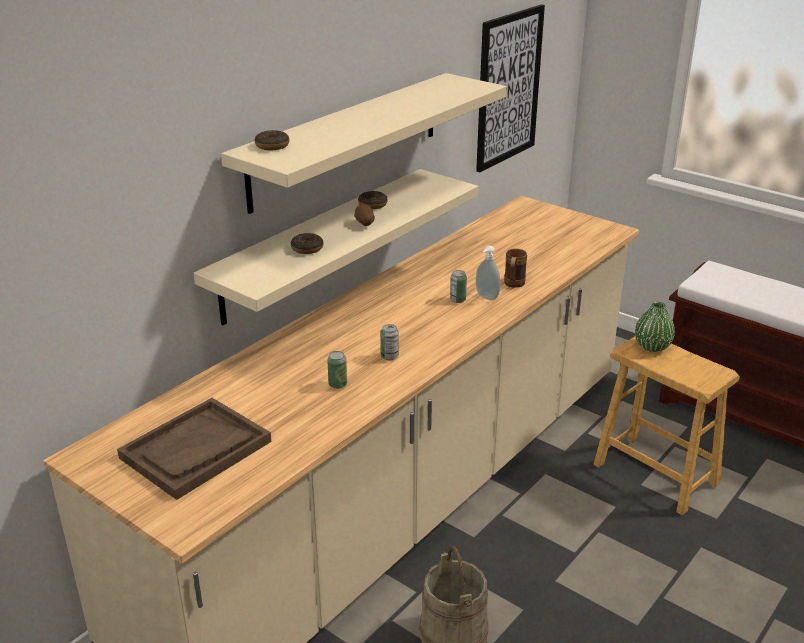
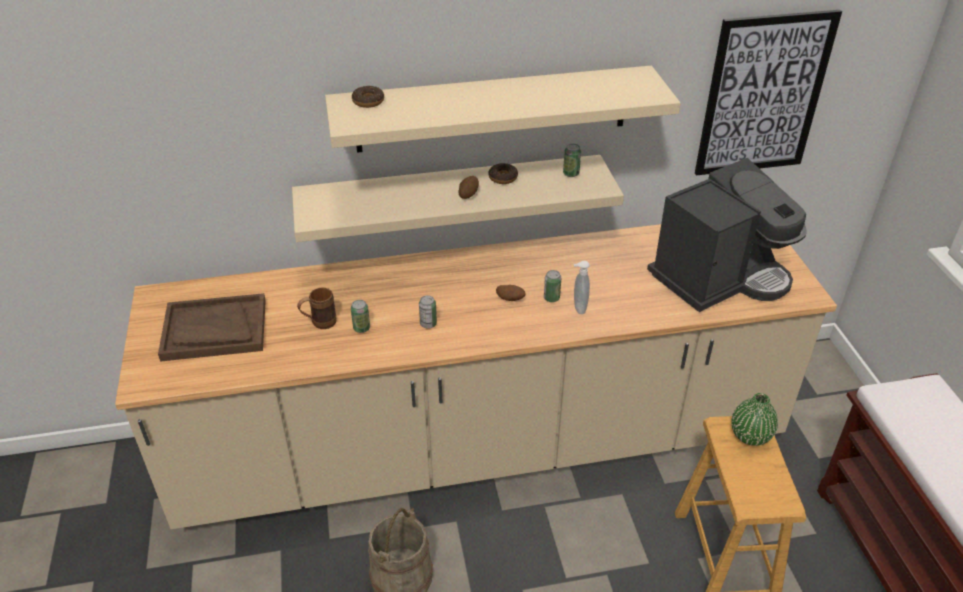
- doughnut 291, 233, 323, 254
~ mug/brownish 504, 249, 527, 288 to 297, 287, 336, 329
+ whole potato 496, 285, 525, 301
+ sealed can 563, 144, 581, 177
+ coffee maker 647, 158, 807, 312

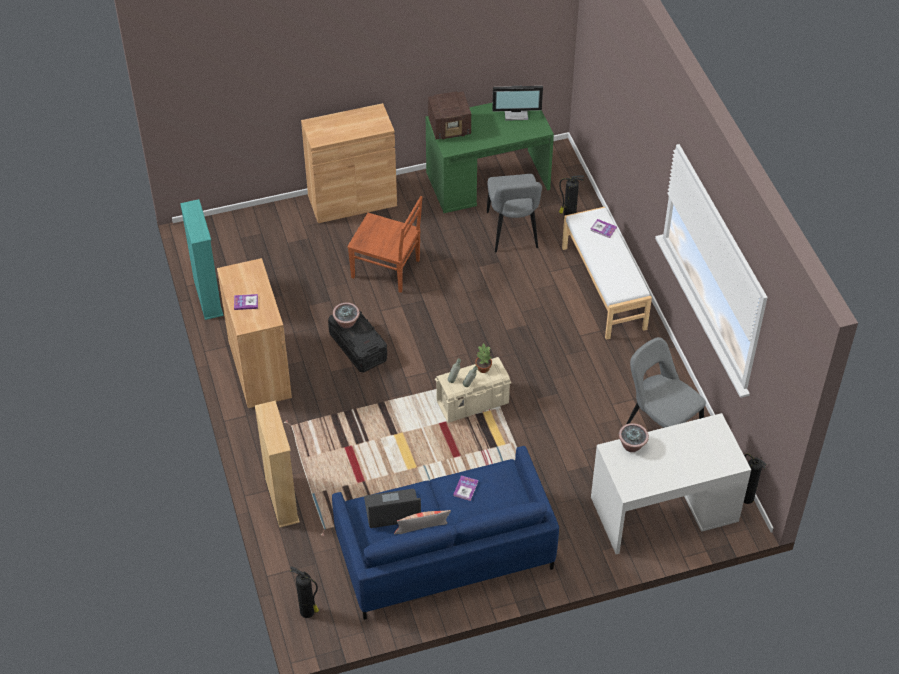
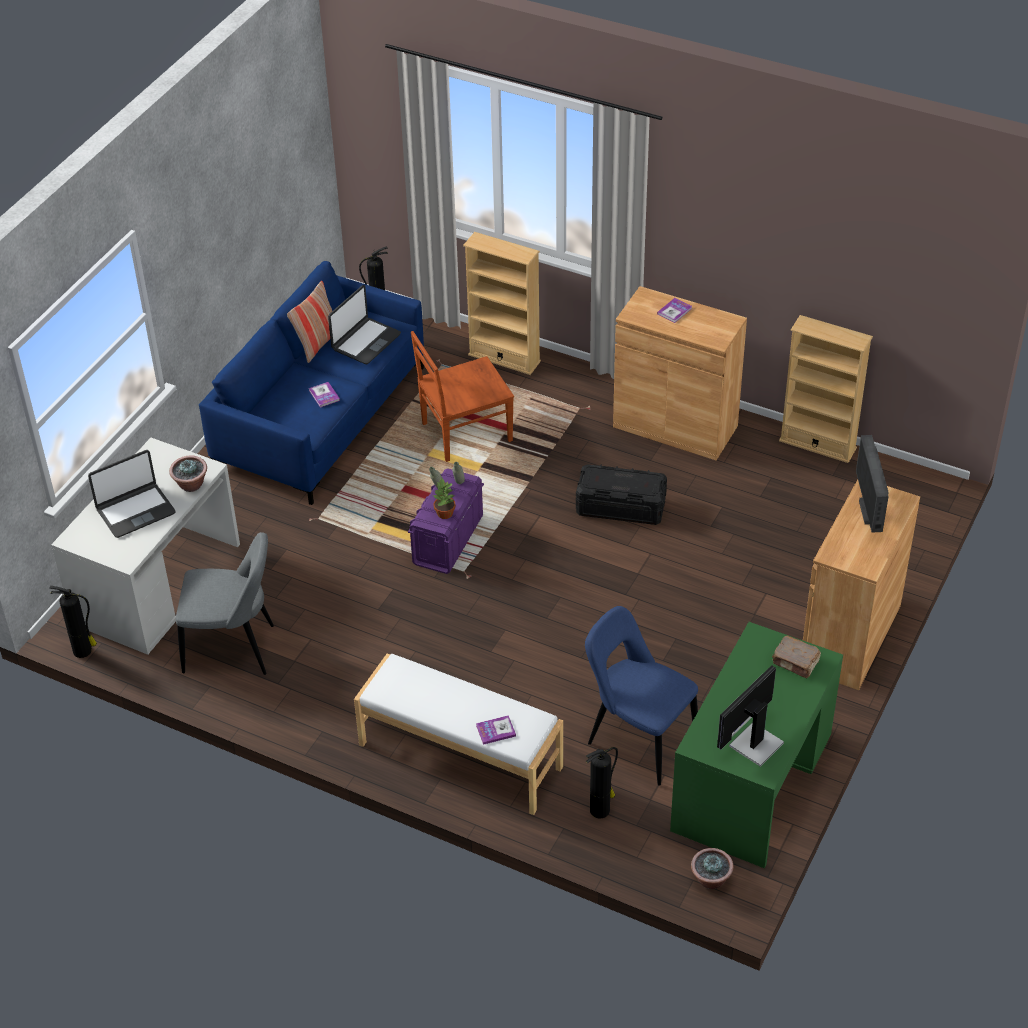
~ bookcase/blue-green 180, 199, 224, 320 to bookcase/beige-coloured 779, 315, 873, 463
~ houseplant 333, 303, 360, 329 to 691, 848, 734, 889
~ plain chair/brownish 347, 196, 422, 293 to 411, 331, 514, 462
~ radio 428, 91, 471, 140 to book/brownish 772, 636, 821, 679
~ storage container/beige-coloured 435, 357, 511, 423 to storage container/purple 408, 468, 484, 574
~ plain chair/grey 487, 174, 542, 253 to plain chair/blue 585, 606, 698, 786
+ notebook computer 88, 450, 175, 538
+ computer display 856, 435, 889, 533

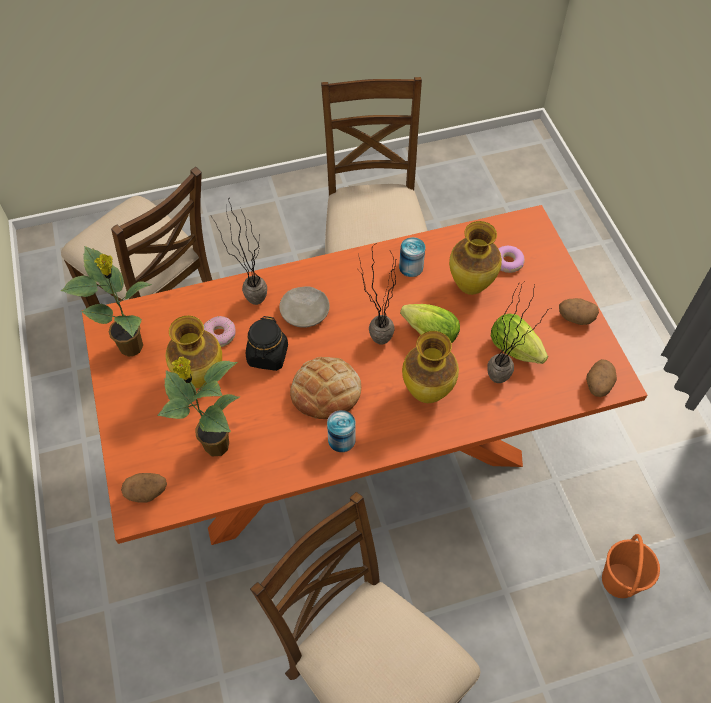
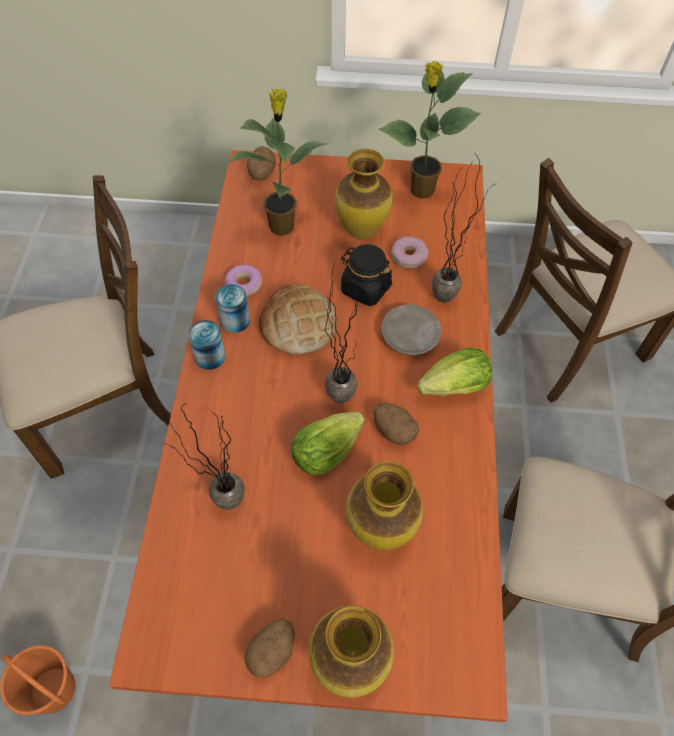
~ sealed can 399, 237, 425, 277 to 188, 320, 226, 370
~ vase 402, 331, 459, 403 to 309, 606, 394, 698
~ lettuce 491, 313, 548, 364 to 417, 348, 492, 396
~ doughnut 498, 246, 525, 273 to 225, 265, 263, 297
~ whole potato 586, 359, 617, 397 to 374, 403, 420, 445

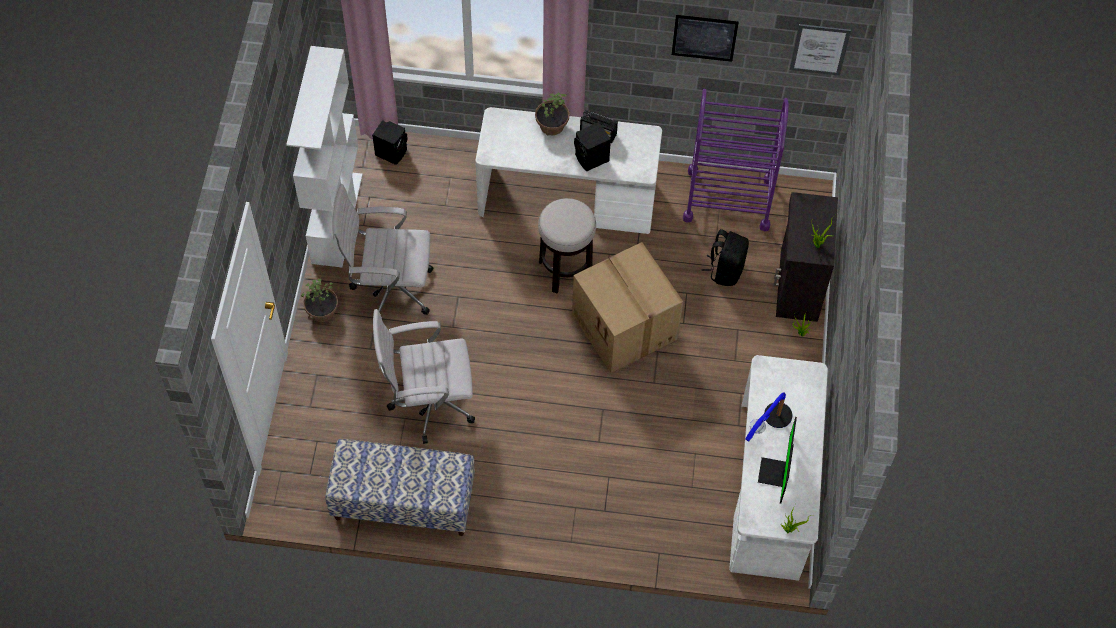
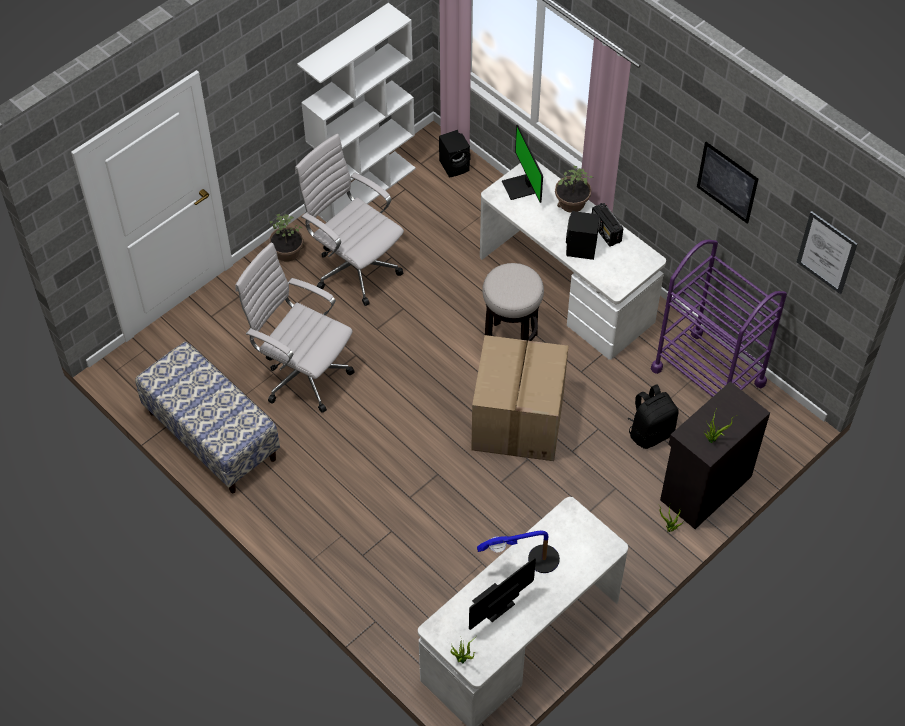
+ computer display 502, 125, 543, 203

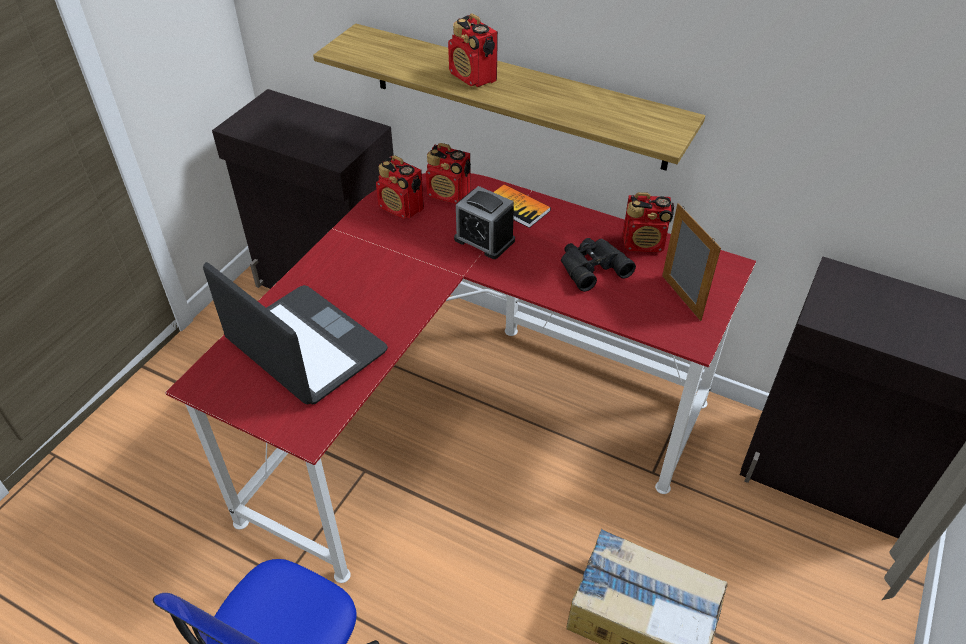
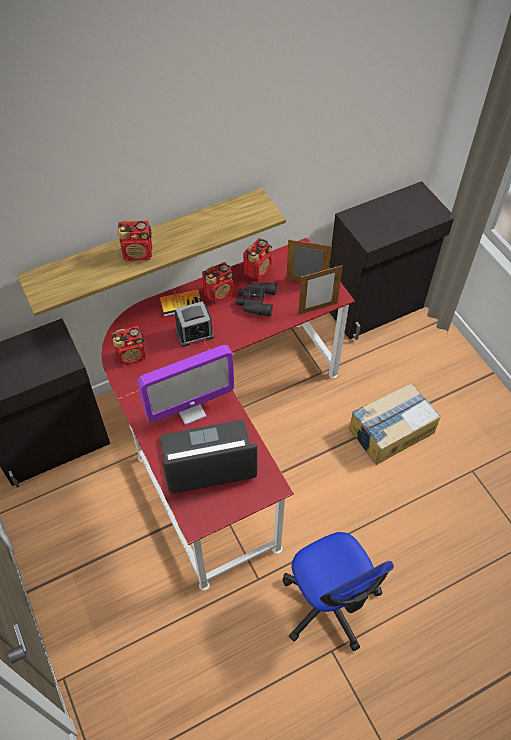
~ radio 426, 143, 471, 204 to 202, 262, 234, 303
+ computer display 137, 345, 234, 425
+ photo frame 298, 265, 343, 315

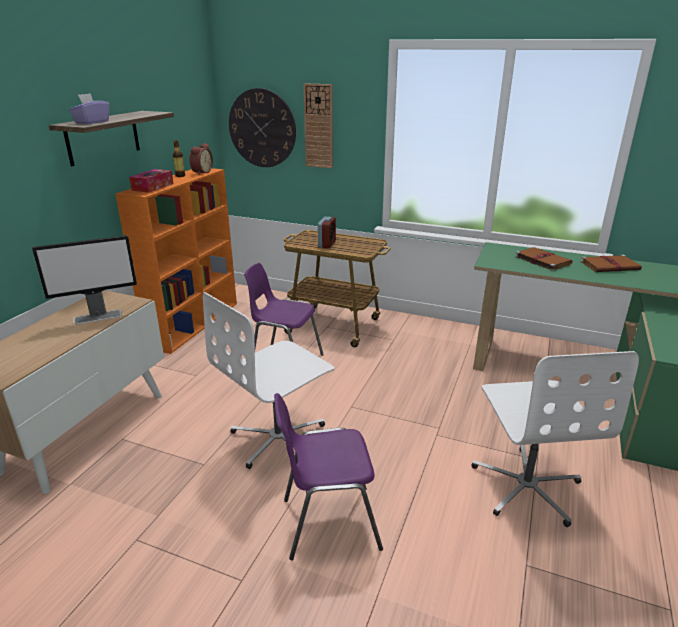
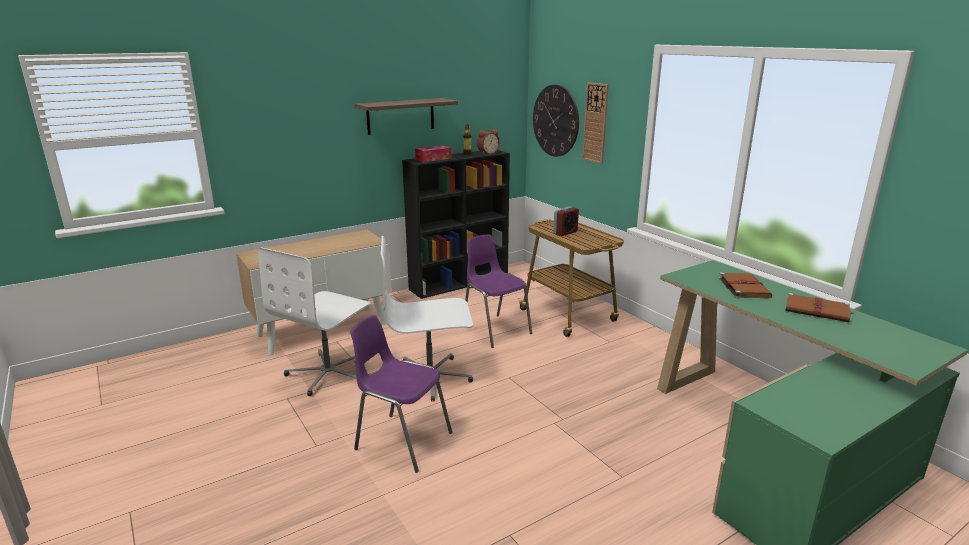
- computer display 32, 235, 137, 324
- tissue box/purple 69, 93, 110, 124
~ bookcase/orangey 115, 168, 237, 354 to bookcase/blackish 402, 150, 510, 299
~ office chair/white-coloured 471, 351, 639, 527 to 258, 247, 371, 396

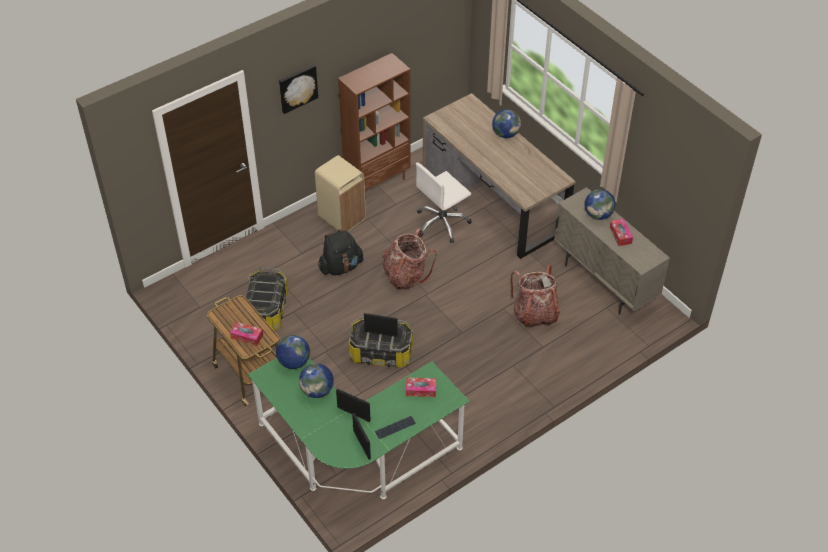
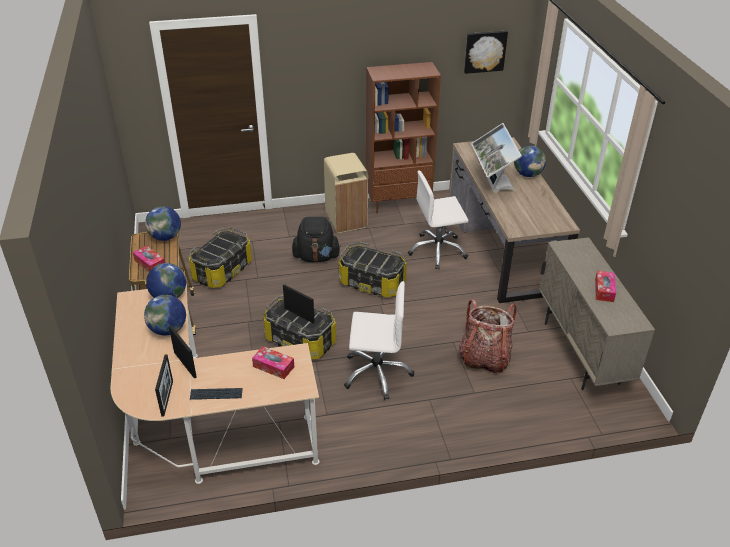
~ desk table/green-coloured 248, 358, 469, 499 to desk table/beige-coloured 111, 284, 320, 484
~ picture 279, 65, 318, 114 to 464, 31, 508, 74
~ rucksack 382, 228, 436, 290 to storage container 339, 242, 407, 298
~ globe 584, 189, 616, 220 to 145, 206, 181, 241
+ office chair/white-coloured 344, 281, 414, 400
+ computer display 471, 123, 522, 193

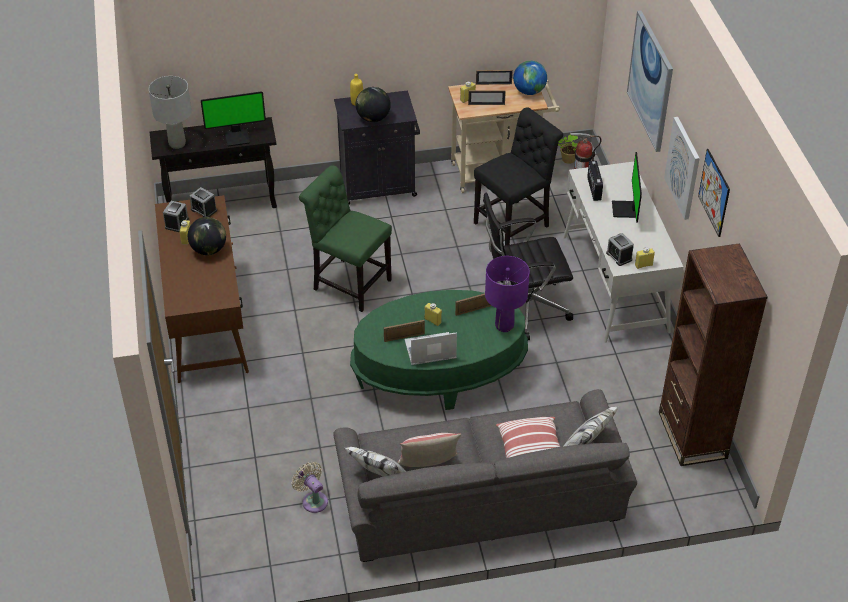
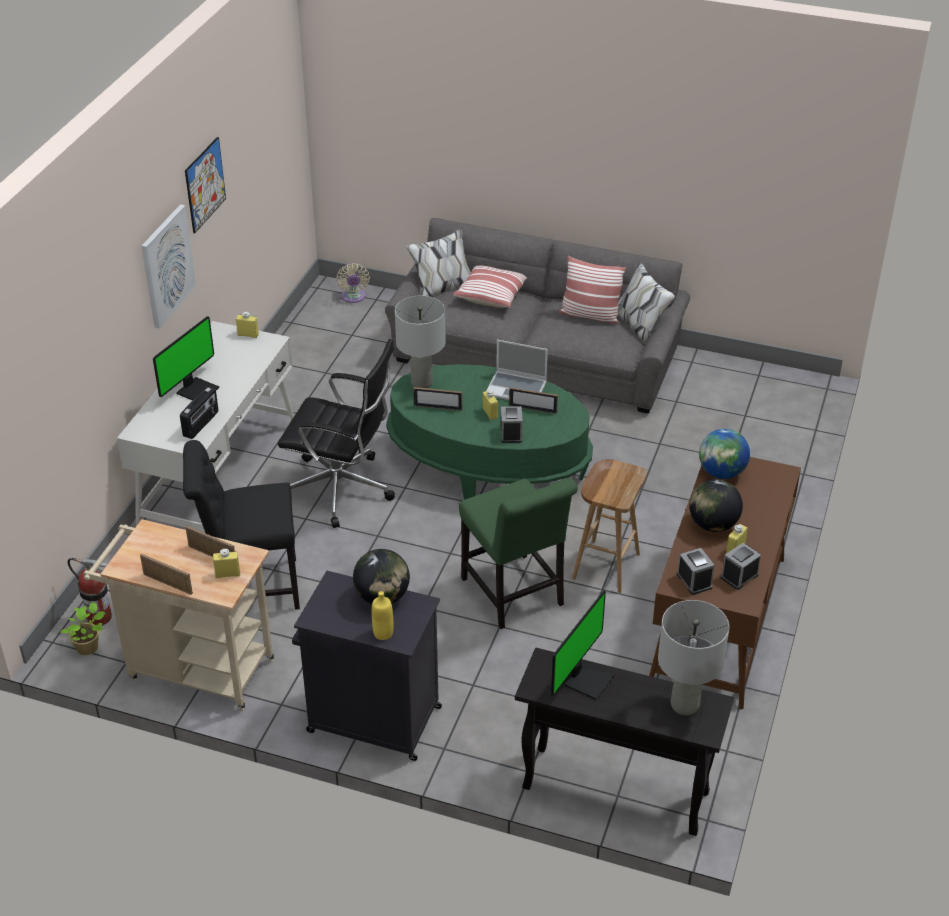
~ computer display 201, 91, 266, 147 = 551, 591, 615, 700 105 degrees clockwise
~ electric fan/beige-coloured 292, 462, 328, 513 to 336, 263, 370, 303
~ lamp for a table/purple 485, 256, 530, 332 to lamp for a table/grey 395, 296, 446, 388
~ globe 513, 61, 547, 95 to 699, 429, 750, 479
~ table clock 606, 233, 634, 266 to 501, 406, 523, 443
- picture 627, 10, 673, 152
- bookcase/brownish 659, 243, 768, 466
+ stool/brownish 572, 459, 647, 593

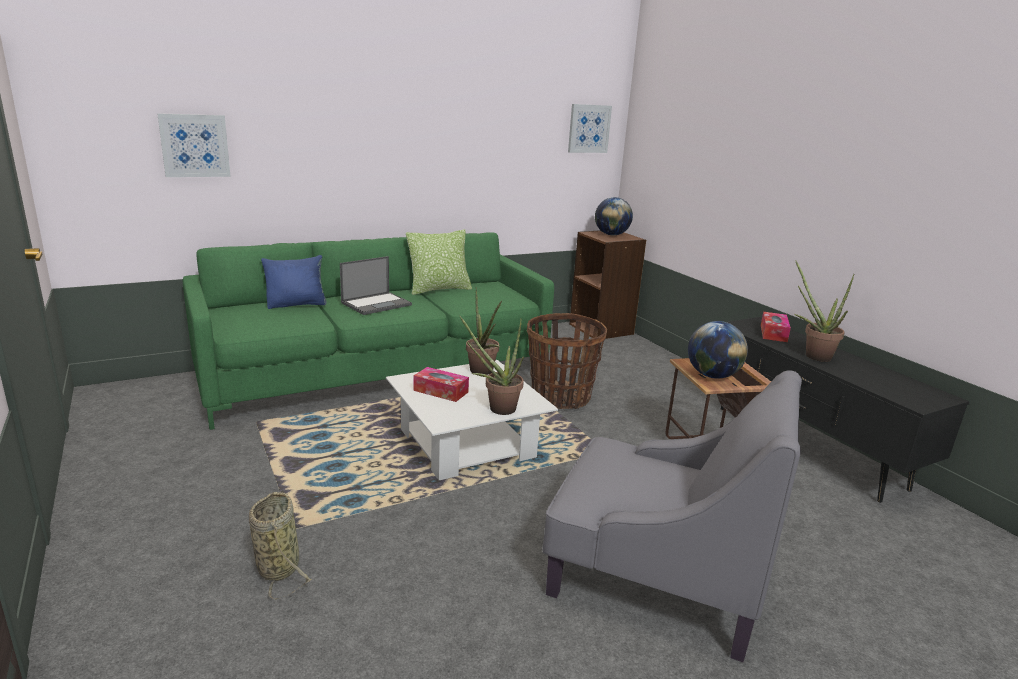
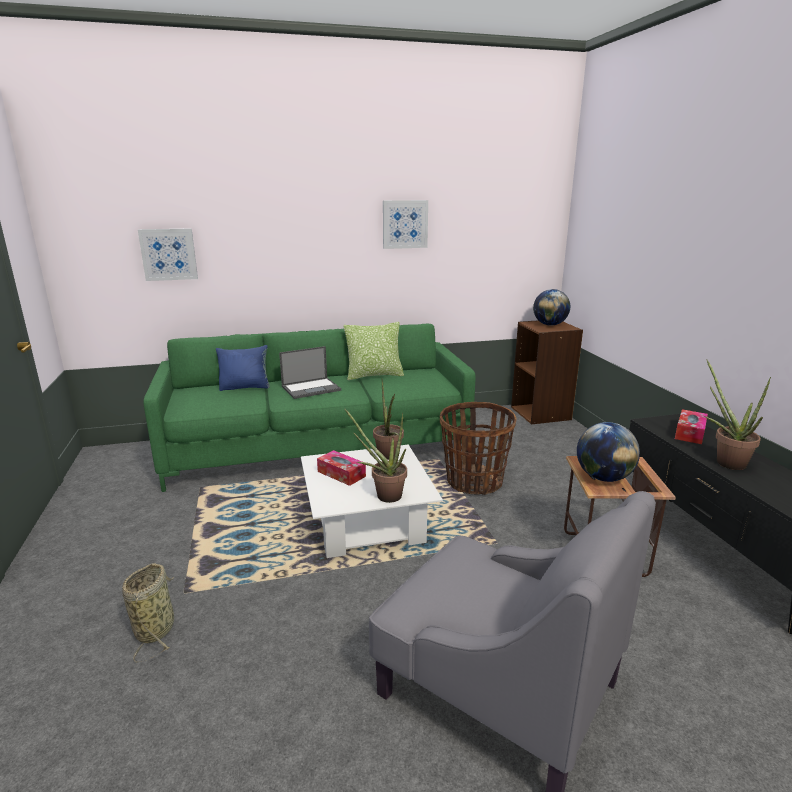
~ picture 568, 104, 612, 153 to 383, 200, 428, 249

